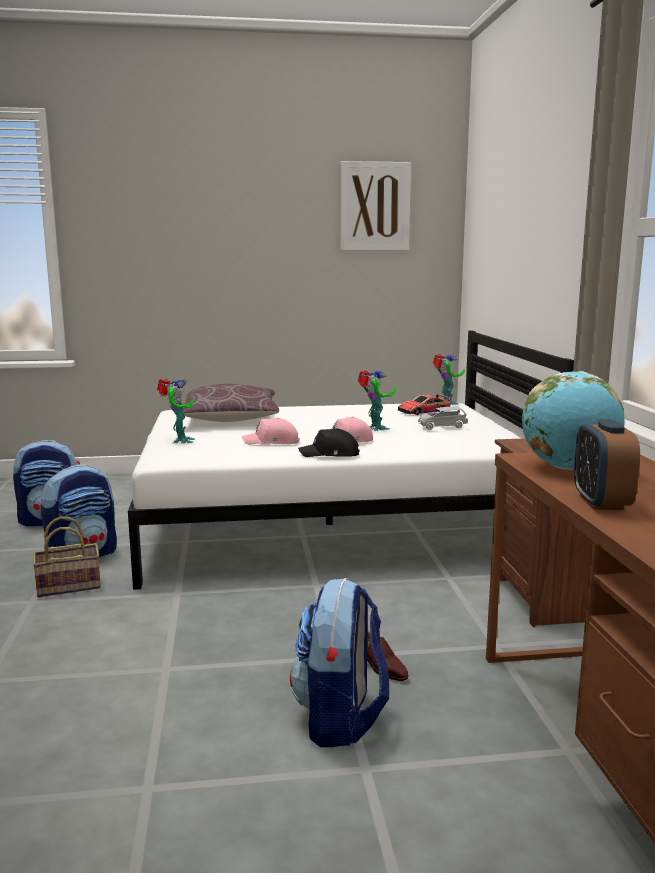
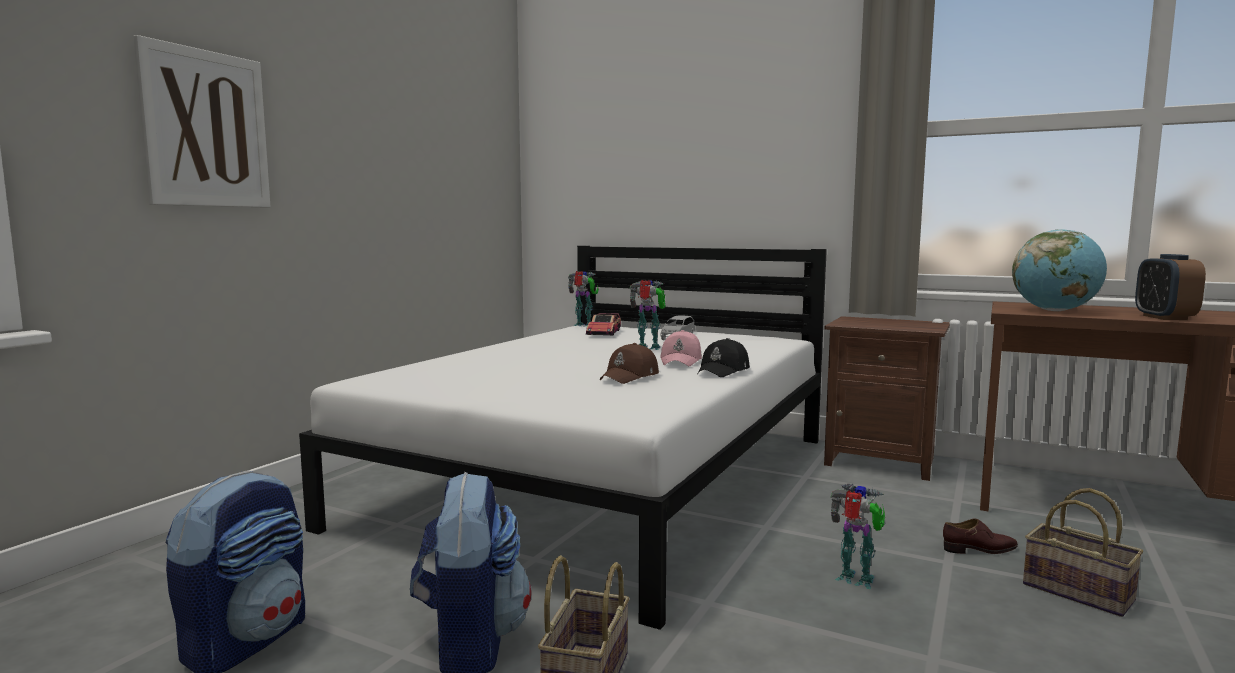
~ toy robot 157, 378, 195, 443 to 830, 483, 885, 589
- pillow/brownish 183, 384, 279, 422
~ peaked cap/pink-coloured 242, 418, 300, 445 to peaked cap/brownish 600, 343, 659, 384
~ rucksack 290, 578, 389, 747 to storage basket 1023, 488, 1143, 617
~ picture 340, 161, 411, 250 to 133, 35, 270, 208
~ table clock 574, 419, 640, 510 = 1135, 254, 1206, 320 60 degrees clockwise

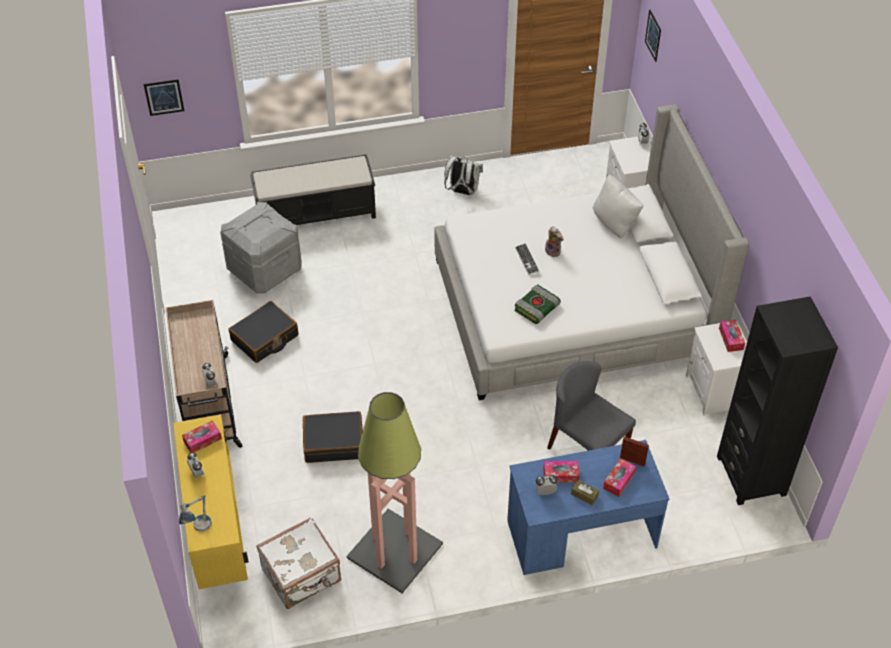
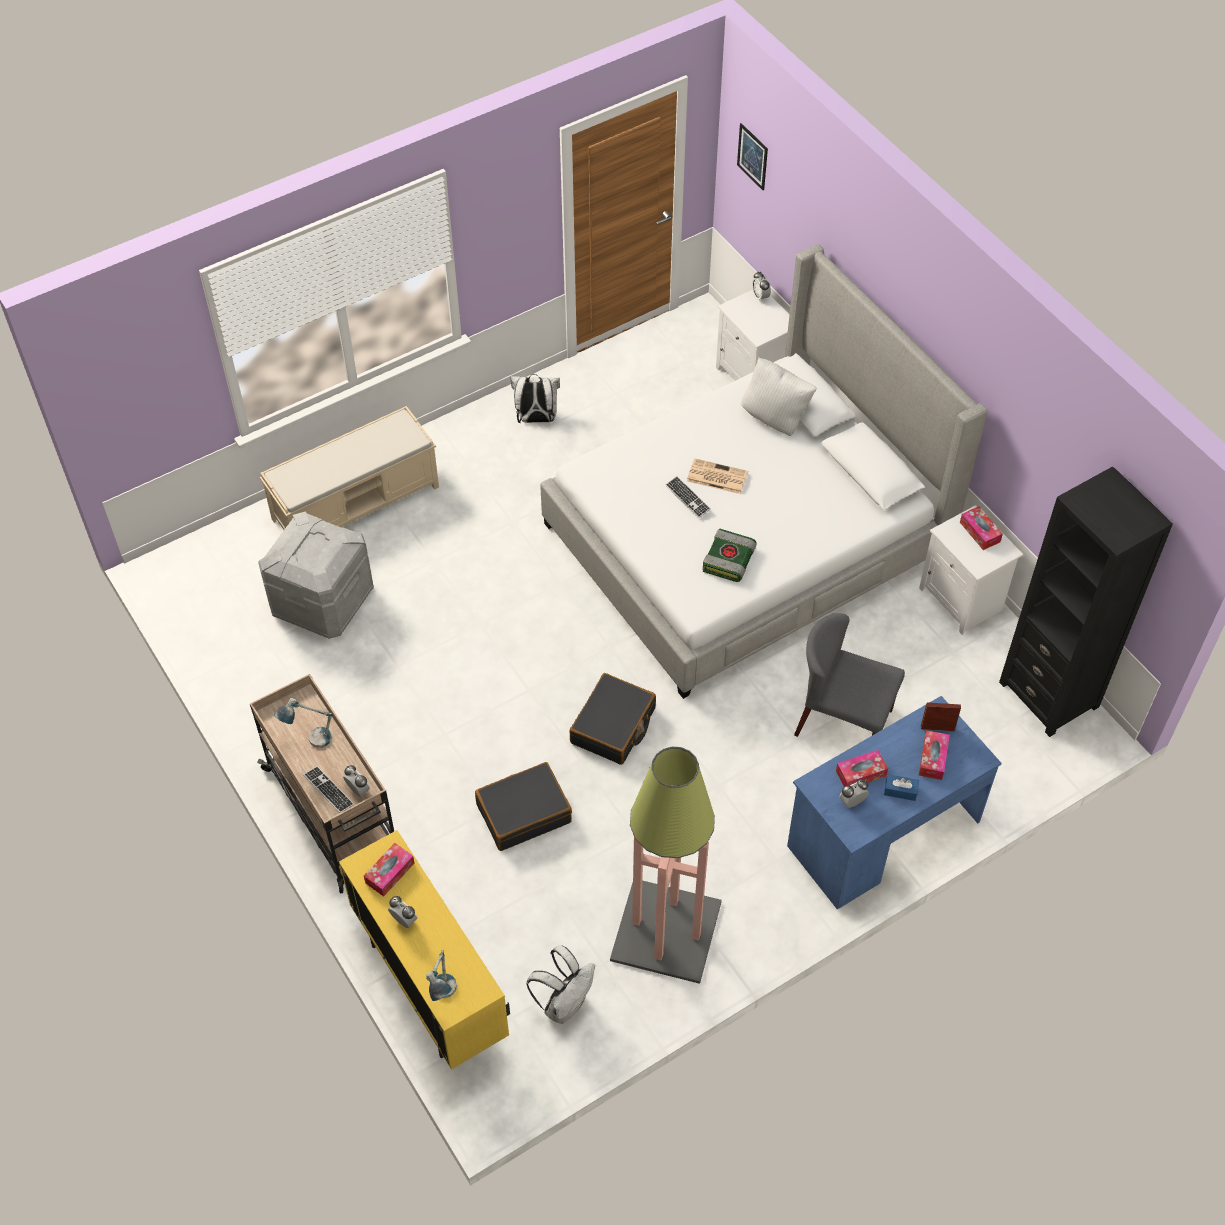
- picture 144, 79, 184, 116
~ piece of luggage/blackish 229, 301, 299, 363 to 569, 673, 656, 765
~ bench/blackish 250, 154, 376, 225 to bench/beige-coloured 260, 406, 439, 530
~ piece of luggage/white-coloured 256, 517, 341, 609 to rucksack/white-coloured 526, 946, 595, 1024
~ soft toy 545, 226, 564, 257 to daily paper 687, 458, 748, 494
~ tissue box/brownish 571, 480, 599, 505 to tissue box/blue 884, 774, 919, 801
+ lamp for a table 274, 698, 333, 748
+ PC keyboard 303, 766, 354, 813

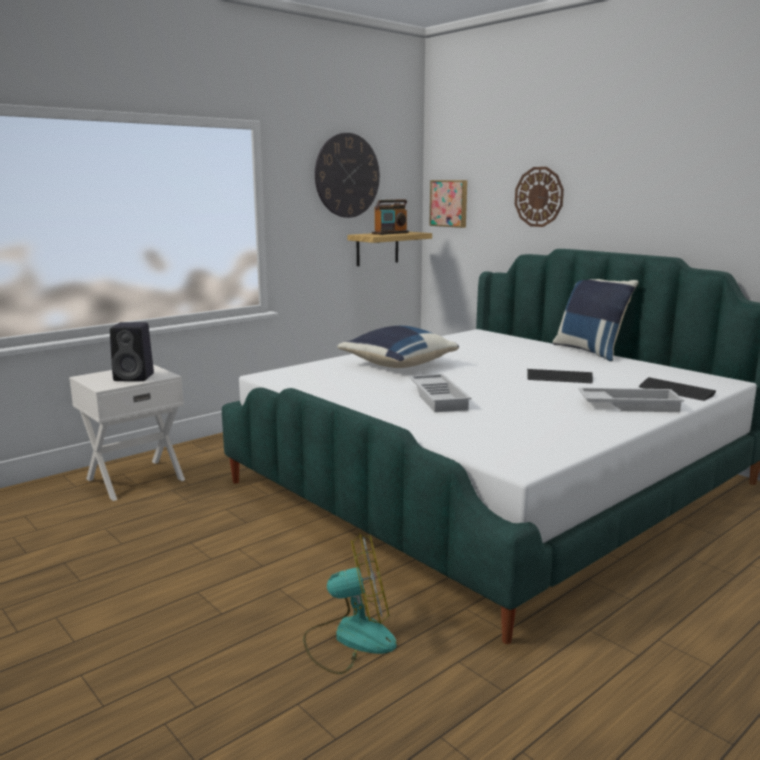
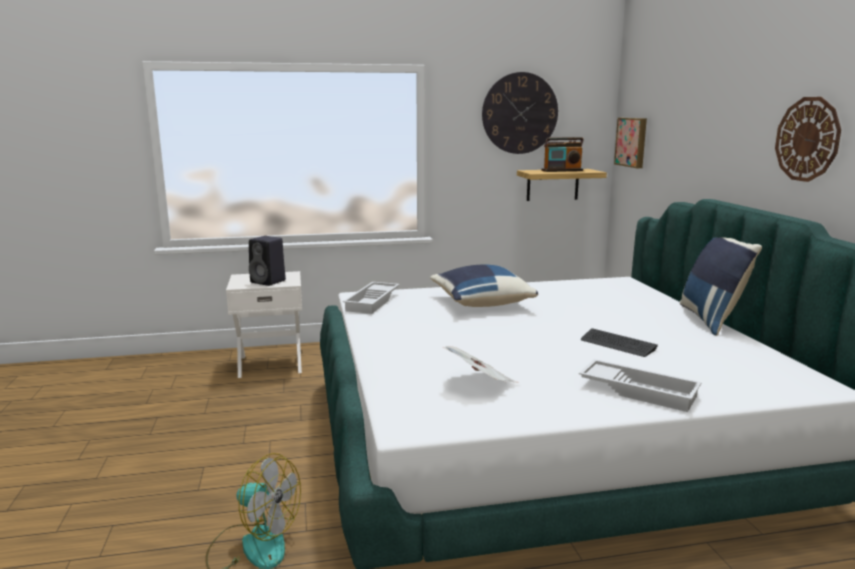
~ serving tray/white-coloured 409, 374, 471, 412 to 343, 282, 400, 314
~ clock on the wall 515, 167, 564, 227 to 775, 97, 841, 182
- PC keyboard 639, 377, 716, 401
+ daily paper 442, 346, 519, 383

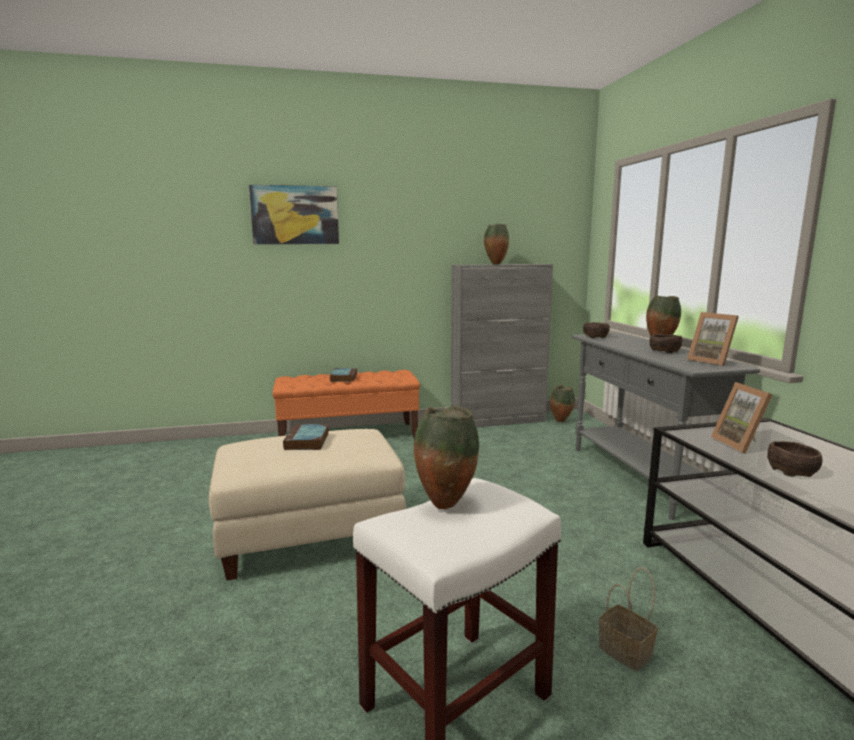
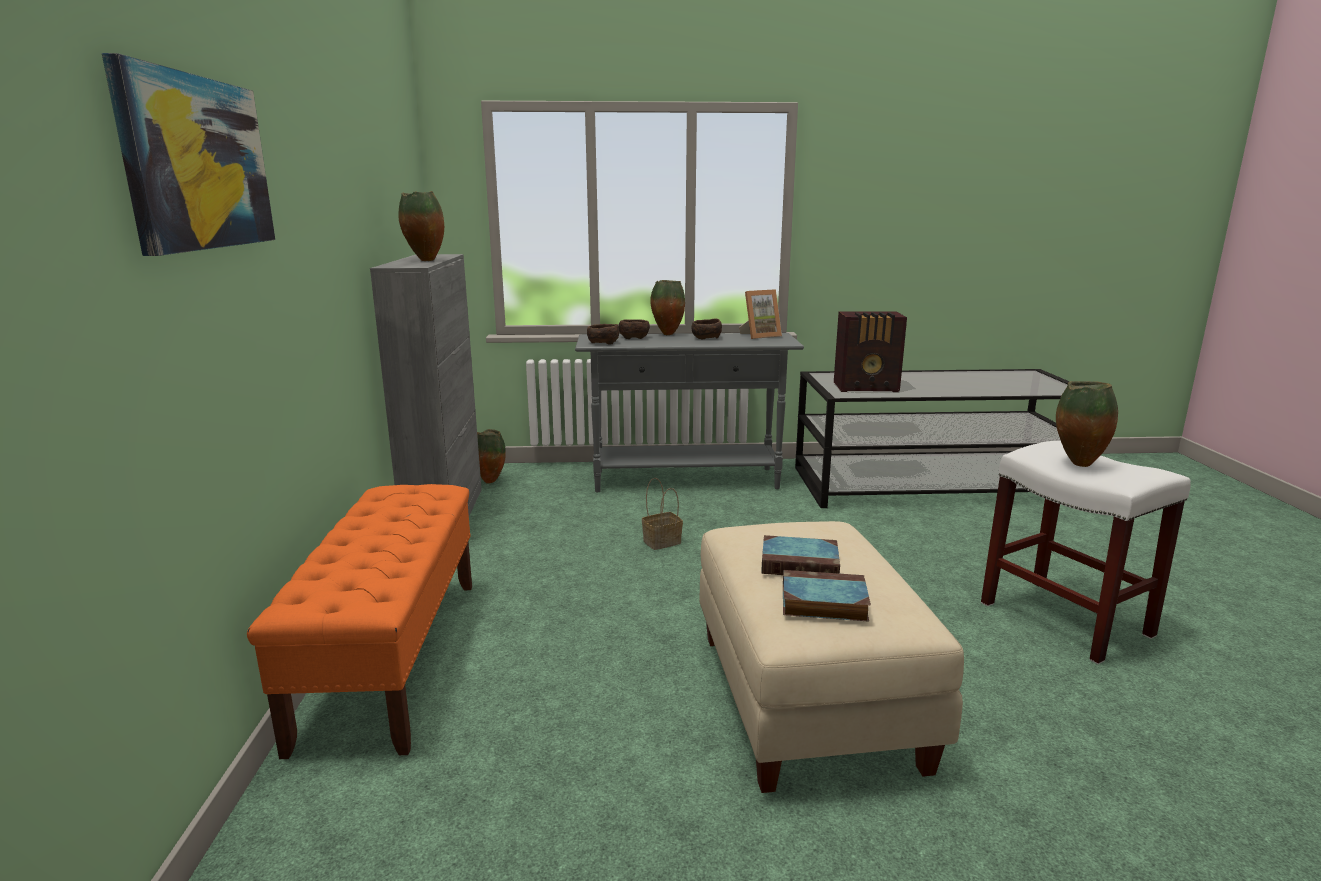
~ book 330, 368, 357, 382 to 783, 570, 871, 621
~ storage basket 599, 567, 658, 671 to 642, 478, 683, 550
~ photo frame 711, 382, 773, 454 to radio 834, 311, 907, 392
~ deep dish/brownish 767, 441, 822, 477 to 618, 319, 650, 339

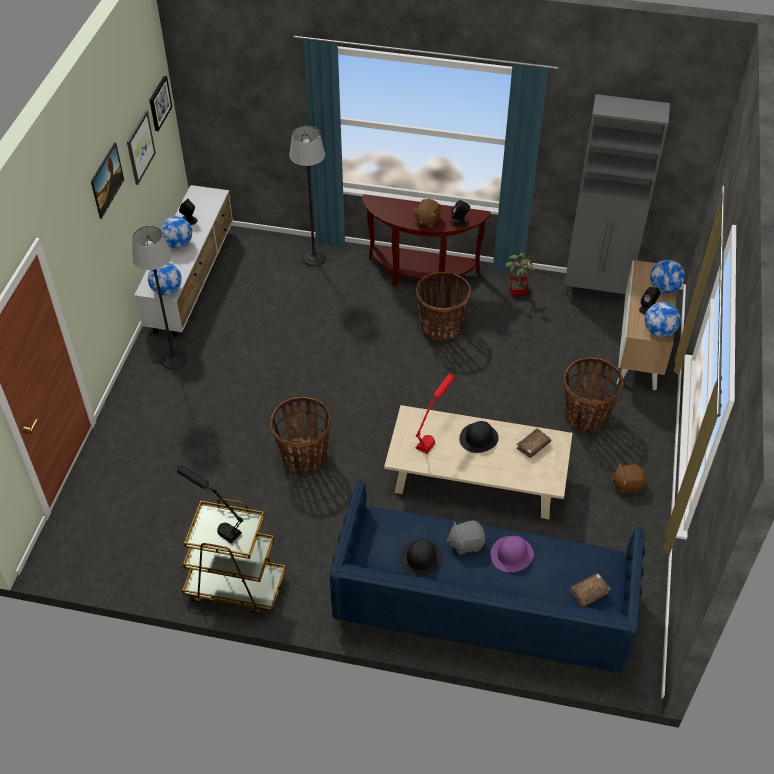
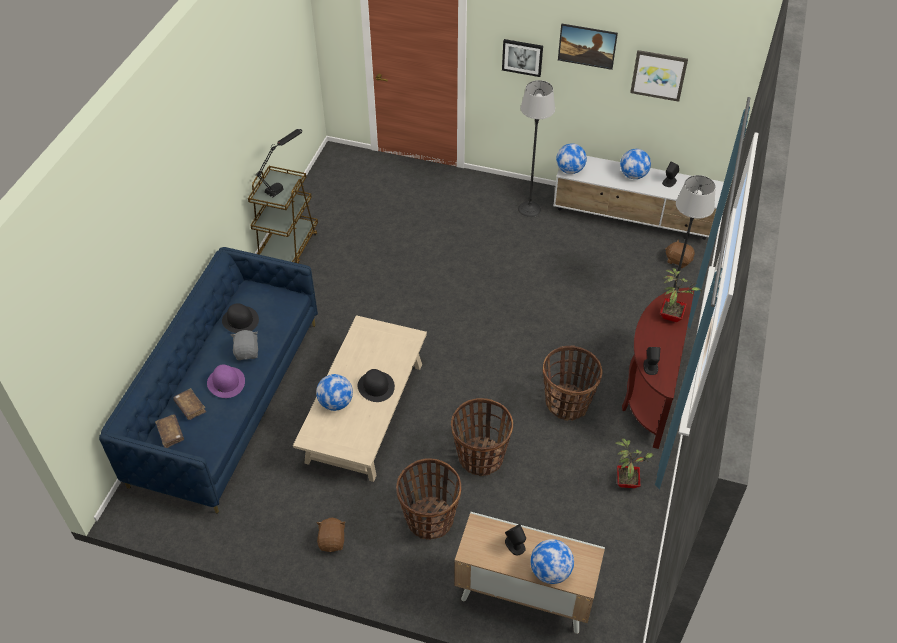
~ picture 150, 76, 172, 131 to 502, 39, 543, 77
~ storage basket 270, 397, 332, 473 to 451, 398, 513, 476
~ soft toy/brownish 413, 199, 441, 228 to 665, 239, 695, 268
- lamp for a table/reddish 415, 374, 455, 454
~ book/brownish 516, 428, 551, 458 to 173, 388, 206, 420
- cabinet/grey 564, 94, 670, 303
~ globe 645, 302, 681, 337 to 316, 374, 353, 411
+ houseplant 660, 268, 702, 322

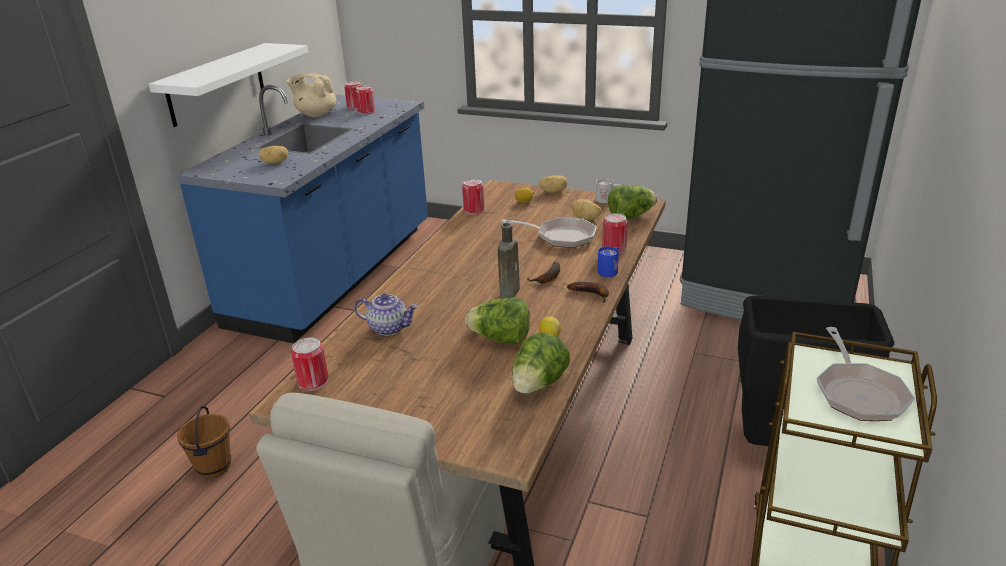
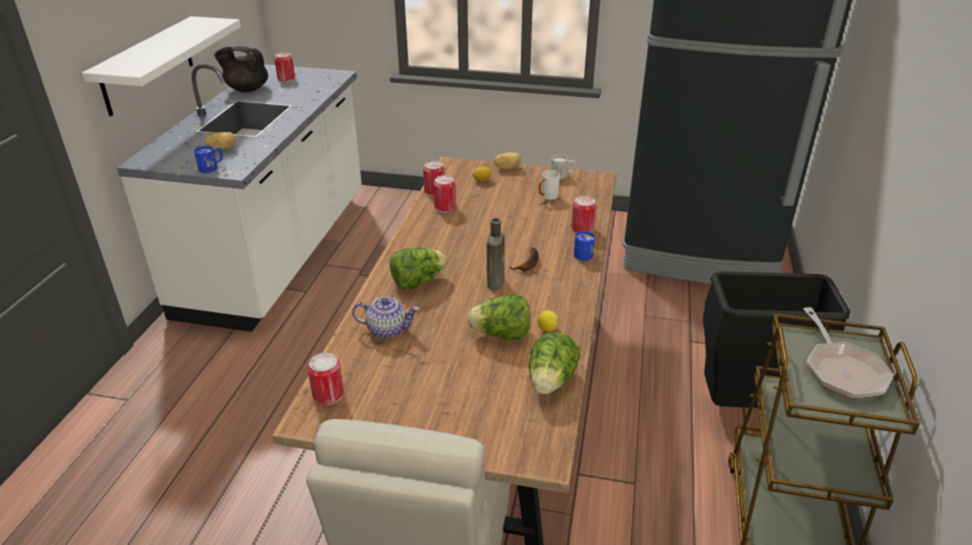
~ counter/blue 176, 85, 428, 344 to counter/white-coloured 117, 64, 362, 332
- bucket/brownish 177, 406, 231, 478
~ teapot/beige-coloured 286, 73, 336, 117 to teapot/blackish 214, 46, 268, 92
~ sealed can 355, 86, 375, 114 to 433, 175, 456, 212
- skillet 501, 217, 597, 248
- banana 567, 282, 609, 303
~ whole potato 572, 199, 601, 220 to mug/white-coloured 538, 170, 560, 200
~ lettuce 608, 185, 657, 220 to 389, 247, 447, 290
+ mug/blue 194, 146, 223, 173

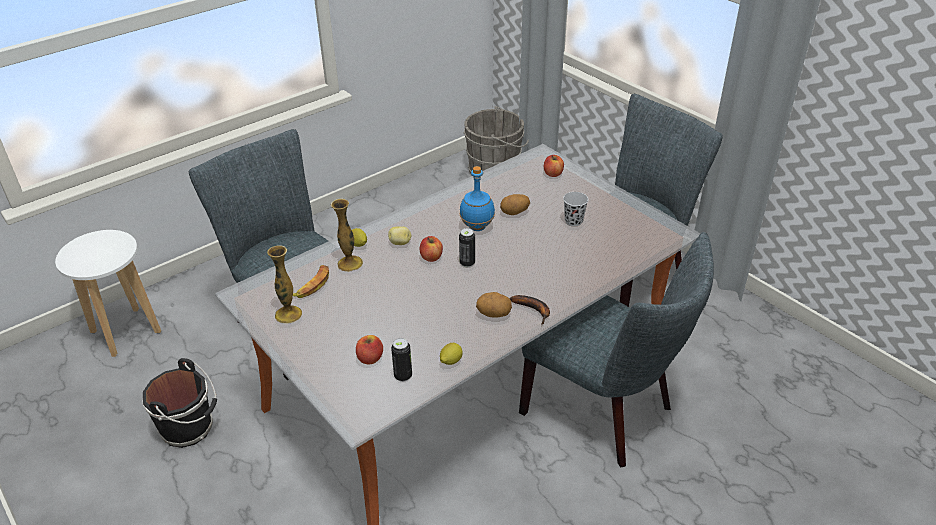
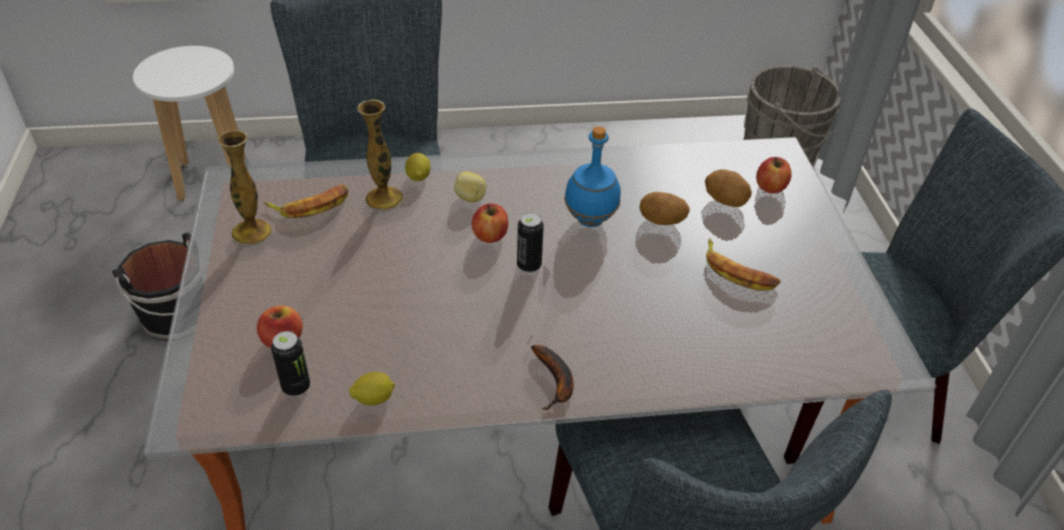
~ whole potato 476, 292, 512, 318 to 705, 169, 752, 207
~ cup/blackish 563, 192, 588, 226 to banana 706, 238, 781, 290

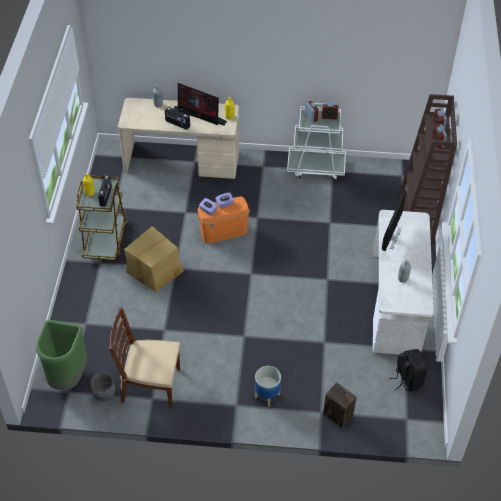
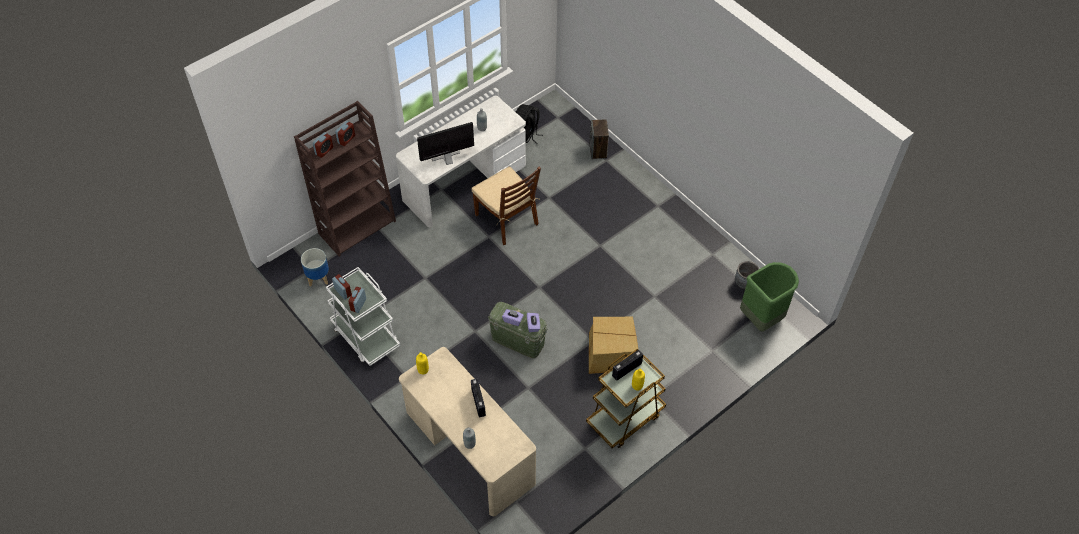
~ plain chair/brownish 109, 307, 180, 408 to 472, 166, 541, 245
- computer display 173, 83, 227, 125
~ storage container/orangey 197, 197, 250, 243 to storage container/green-coloured 488, 302, 548, 359
~ planter 255, 366, 281, 407 to 301, 248, 329, 286

